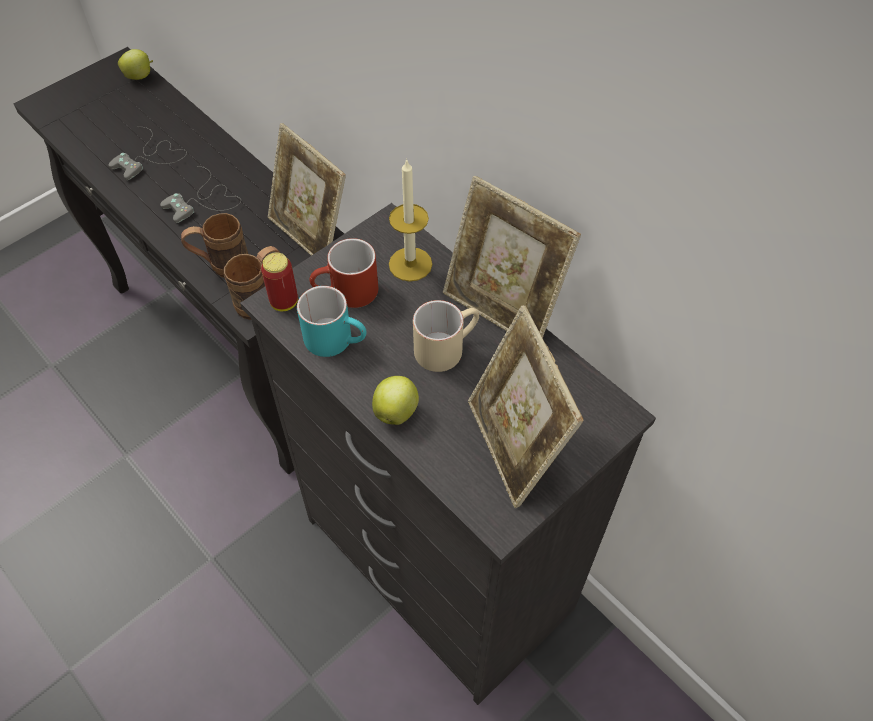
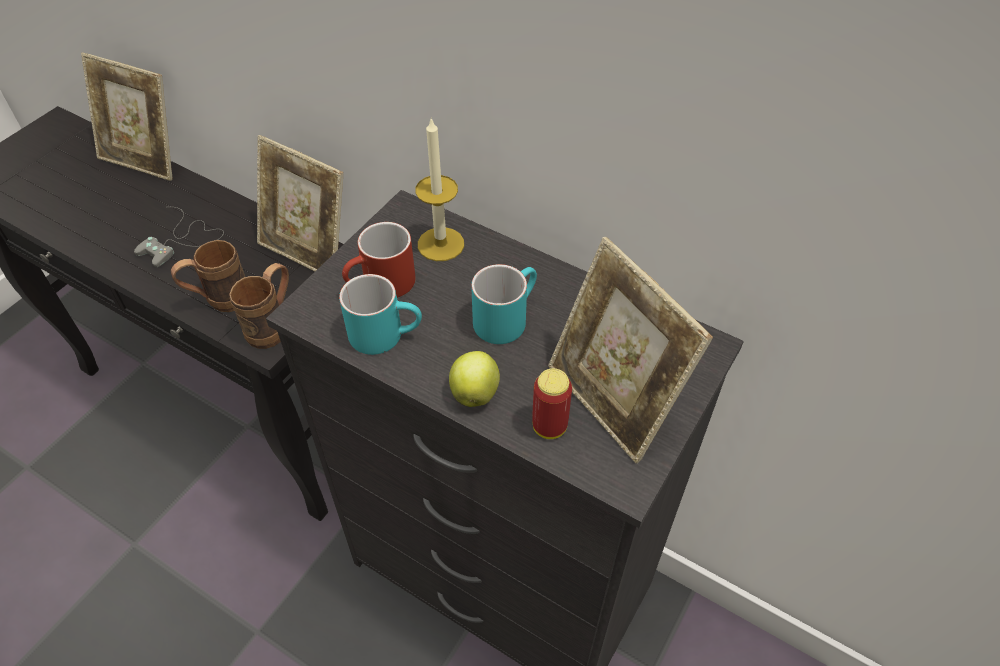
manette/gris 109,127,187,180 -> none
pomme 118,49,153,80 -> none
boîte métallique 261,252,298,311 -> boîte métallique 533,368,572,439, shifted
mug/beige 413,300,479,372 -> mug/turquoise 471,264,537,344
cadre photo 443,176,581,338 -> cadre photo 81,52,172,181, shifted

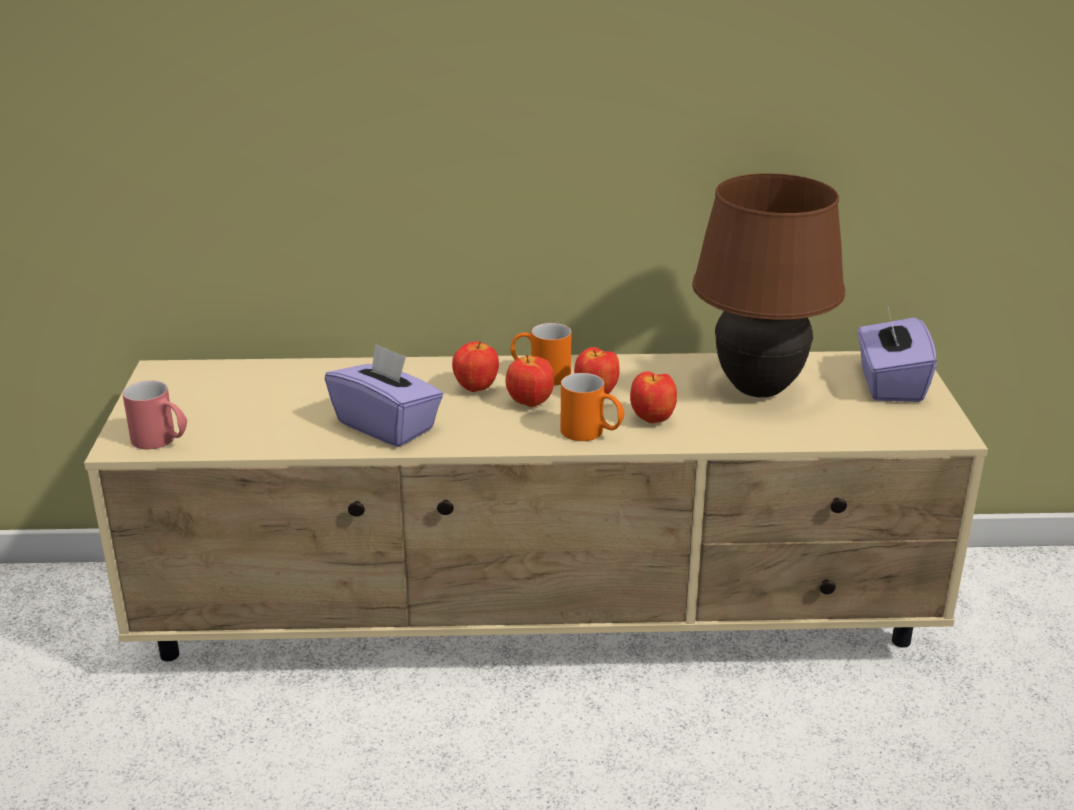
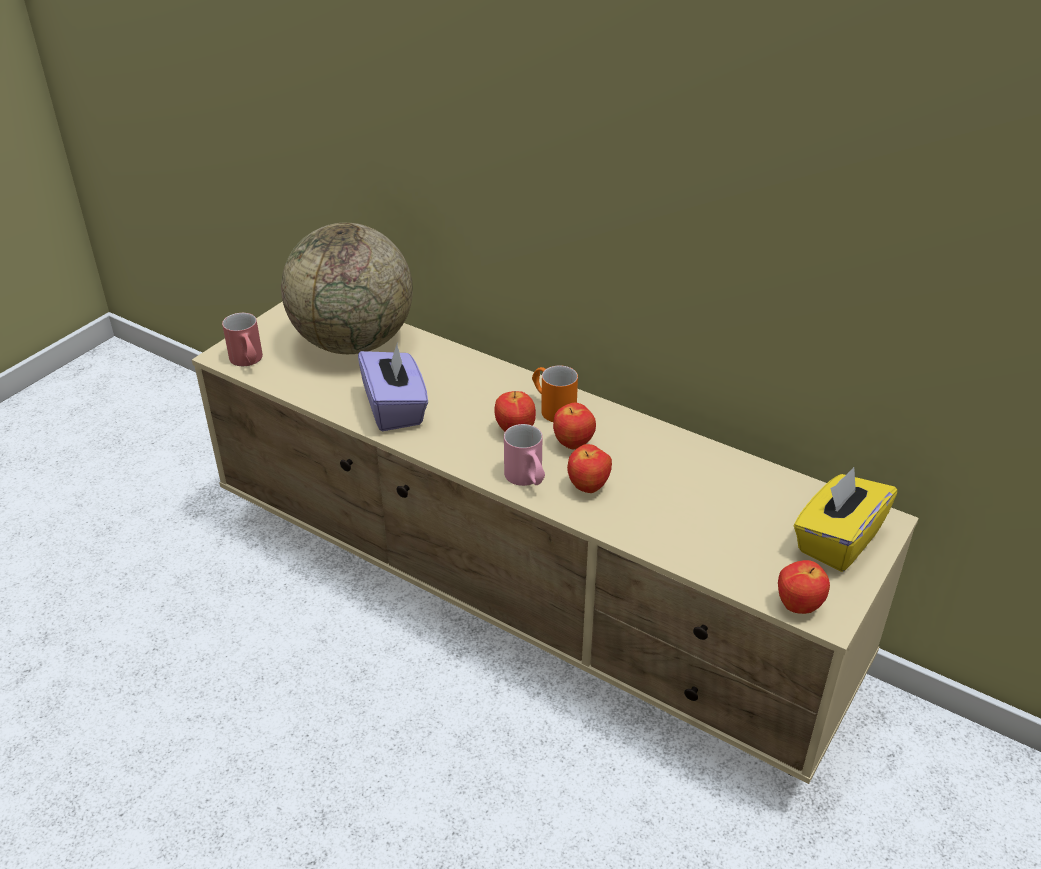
pomme 452,341,499,392 -> pomme 778,560,830,614, shifted
mug/orange 560,373,624,441 -> mug/rose 504,424,545,486
lampe de table/marron 692,173,845,397 -> none
boîte à mouchoirs/violet 858,308,937,402 -> boîte à mouchoirs/jaune 794,467,897,572
none -> globe 281,223,413,354

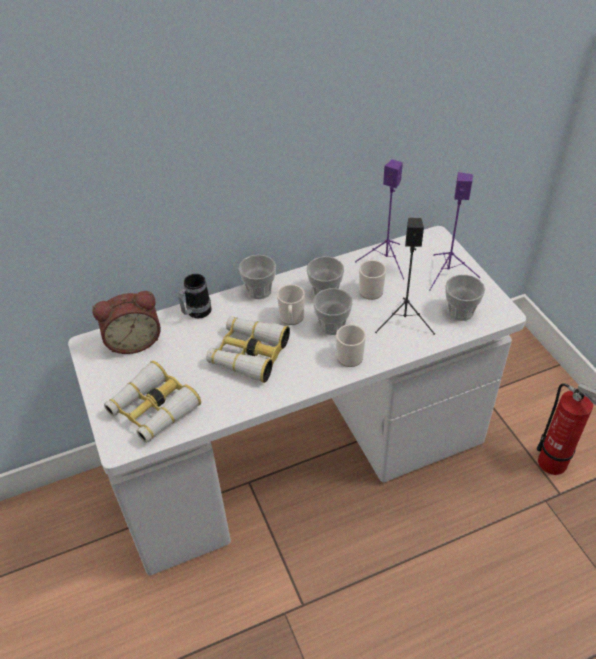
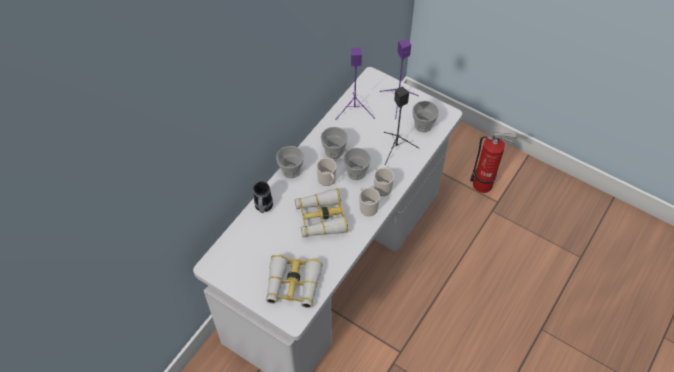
réveil 92,291,161,354 -> none
mug 359,259,386,300 -> mug 359,187,380,216, shifted

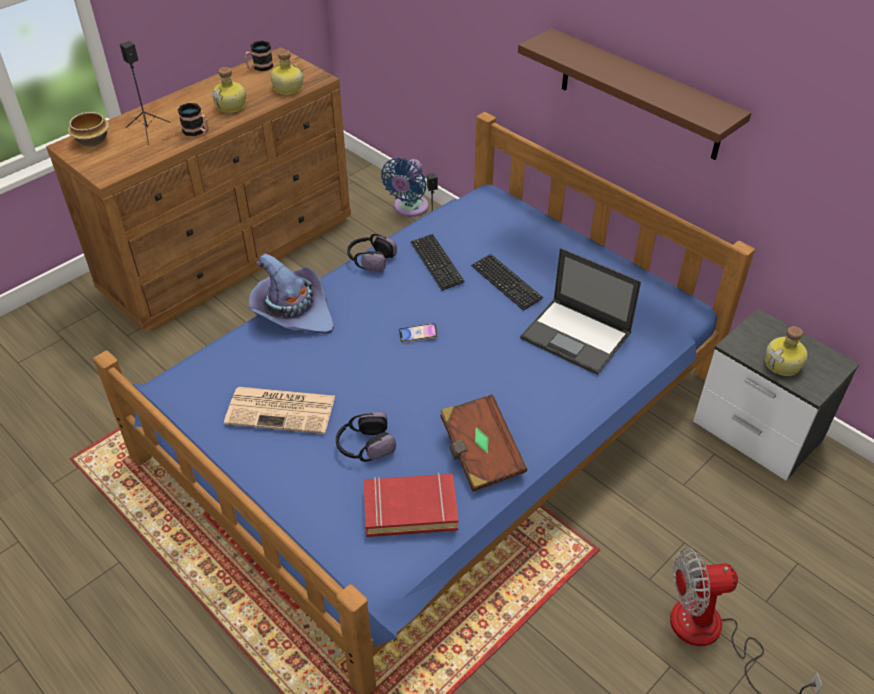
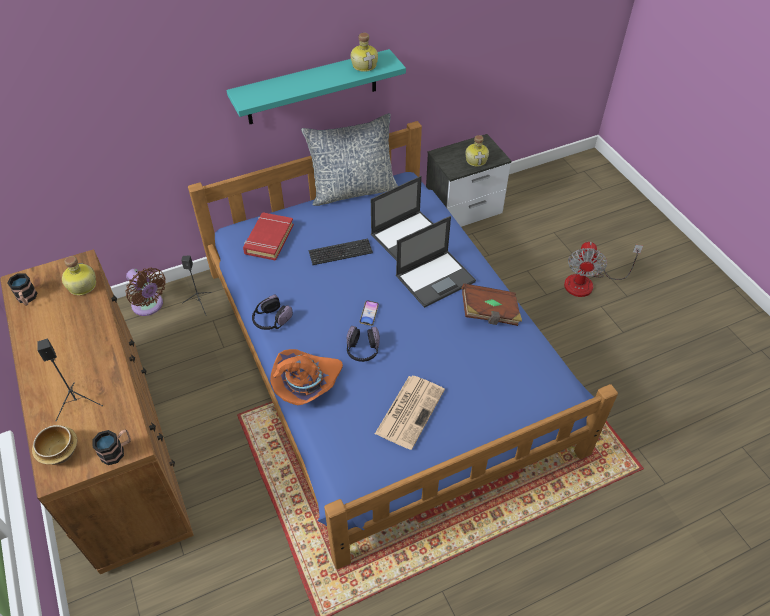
mug 178,103,209,136 -> mug 92,430,131,465, shifted
bouteille 212,67,246,113 -> bouteille 351,33,378,72, shifted
chapeau/violet 249,254,334,334 -> chapeau/orange 270,349,343,405
casque audio 336,412,396,462 -> casque audio 347,326,380,362, shifted
livre/rouge 364,473,459,537 -> livre/rouge 243,213,294,261, shifted
ventilateur/bleu 381,158,429,217 -> ventilateur/marron 126,268,166,316
clavier 411,234,465,291 -> none
étagère/marron 518,28,751,160 -> étagère/turquoise 226,49,406,124
none -> coussin 301,113,398,206
none -> ordinateur portable 396,216,476,308

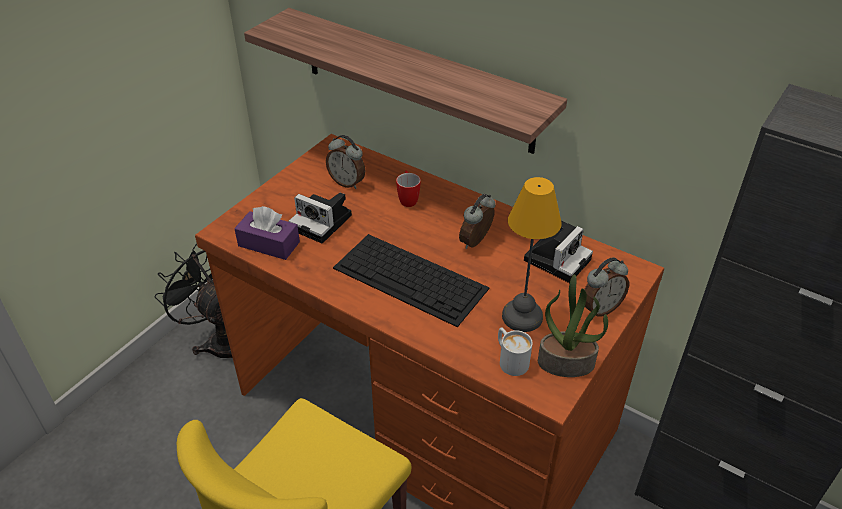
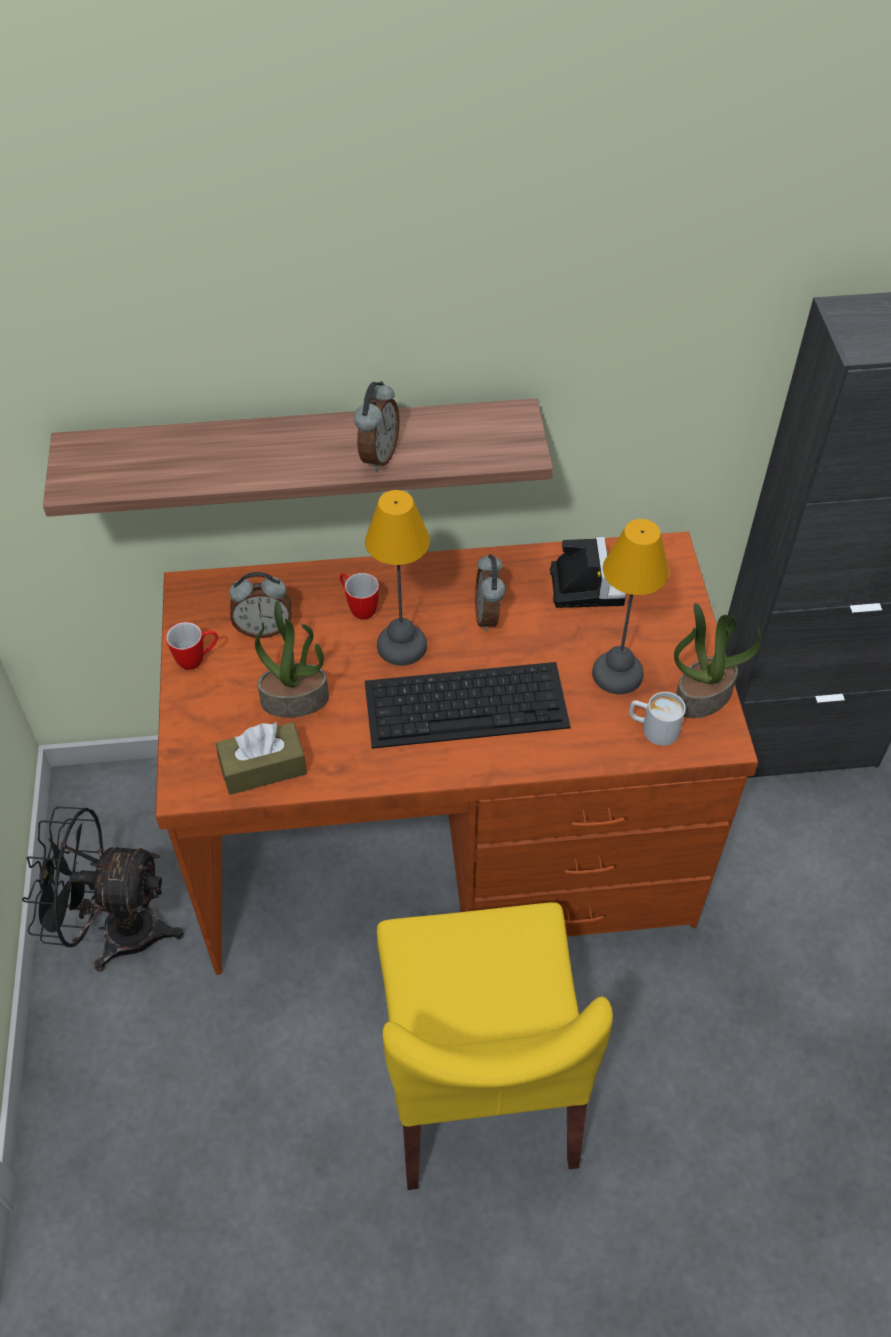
boîte à mouchoirs/violet 234,206,300,260 -> boîte à mouchoirs/marron 216,722,307,795
appareil photo 288,192,352,243 -> plante en pot 255,600,329,718
réveil 584,257,629,316 -> réveil 354,381,400,471, shifted
none -> mug 166,622,218,670
none -> lampe de table 365,490,430,666

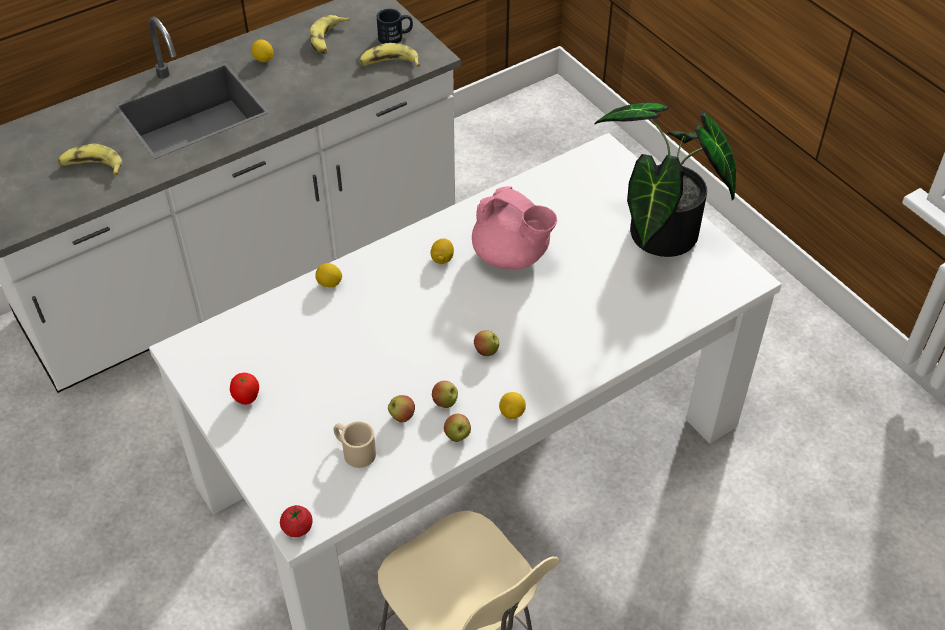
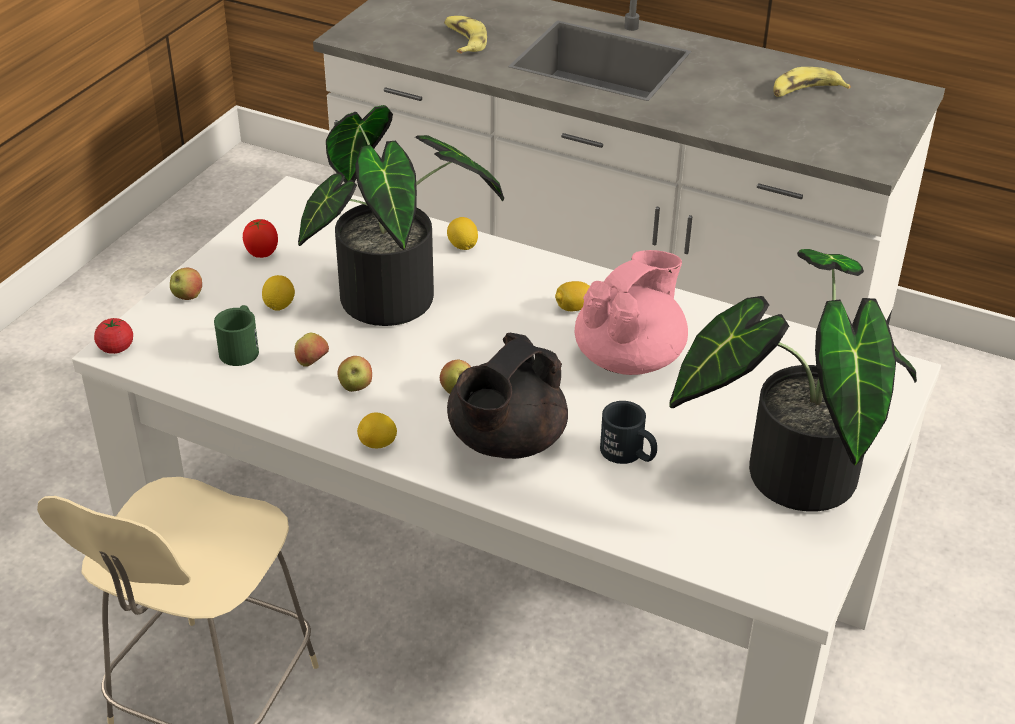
citron 251,40,273,62 -> citron 262,275,295,311, shifted
mug/beige 334,421,376,468 -> mug/vert 214,305,259,366
banane 359,43,420,67 -> none
mug/noir 377,9,413,44 -> mug/noir 600,401,657,464, shifted
pomme 444,414,471,442 -> pomme 170,268,202,300, shifted
théière/rose 472,186,557,269 -> théière/rose 574,250,688,375, 150 degrees counterclockwise
none -> plante en pot 298,105,504,326
none -> théière/noir 447,333,568,459

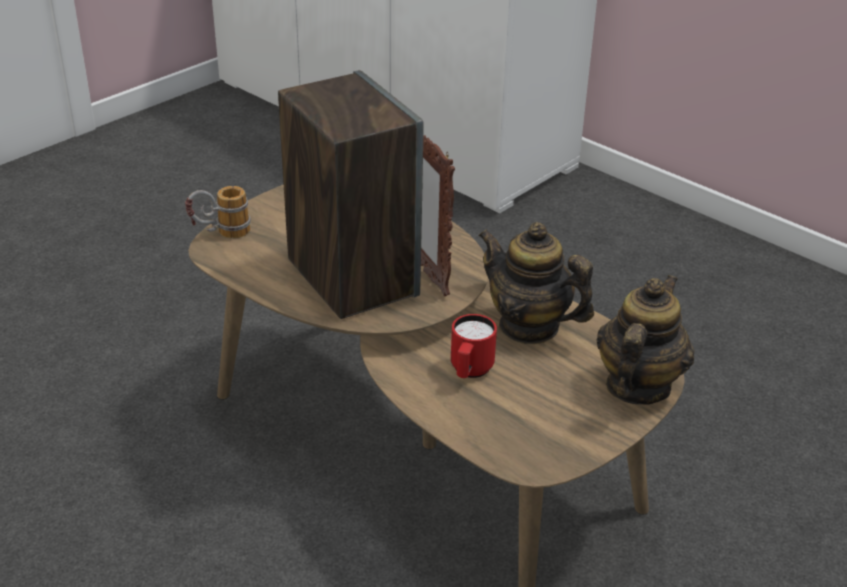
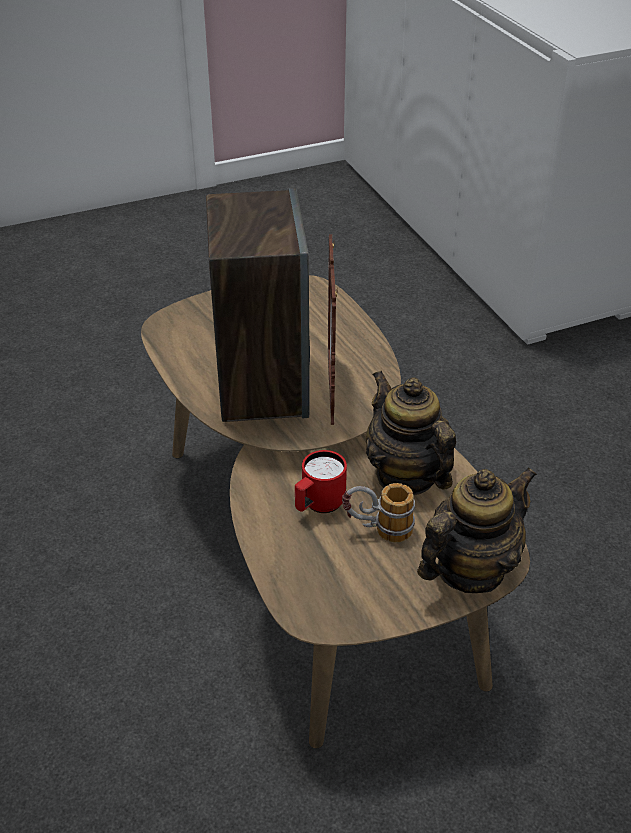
mug 185,186,251,239 -> mug 342,483,415,542, shifted

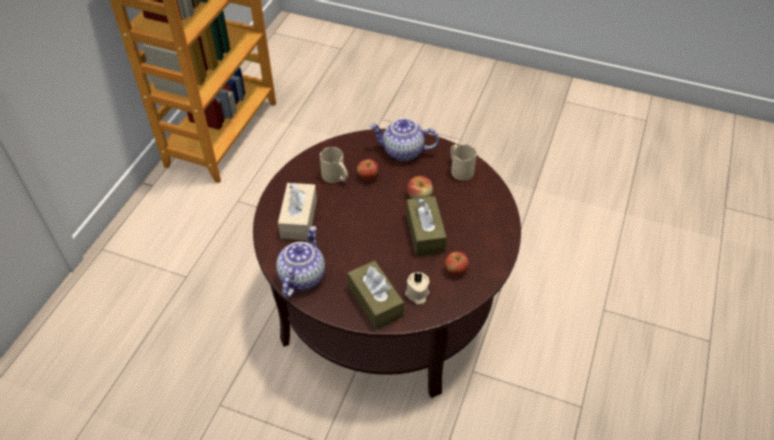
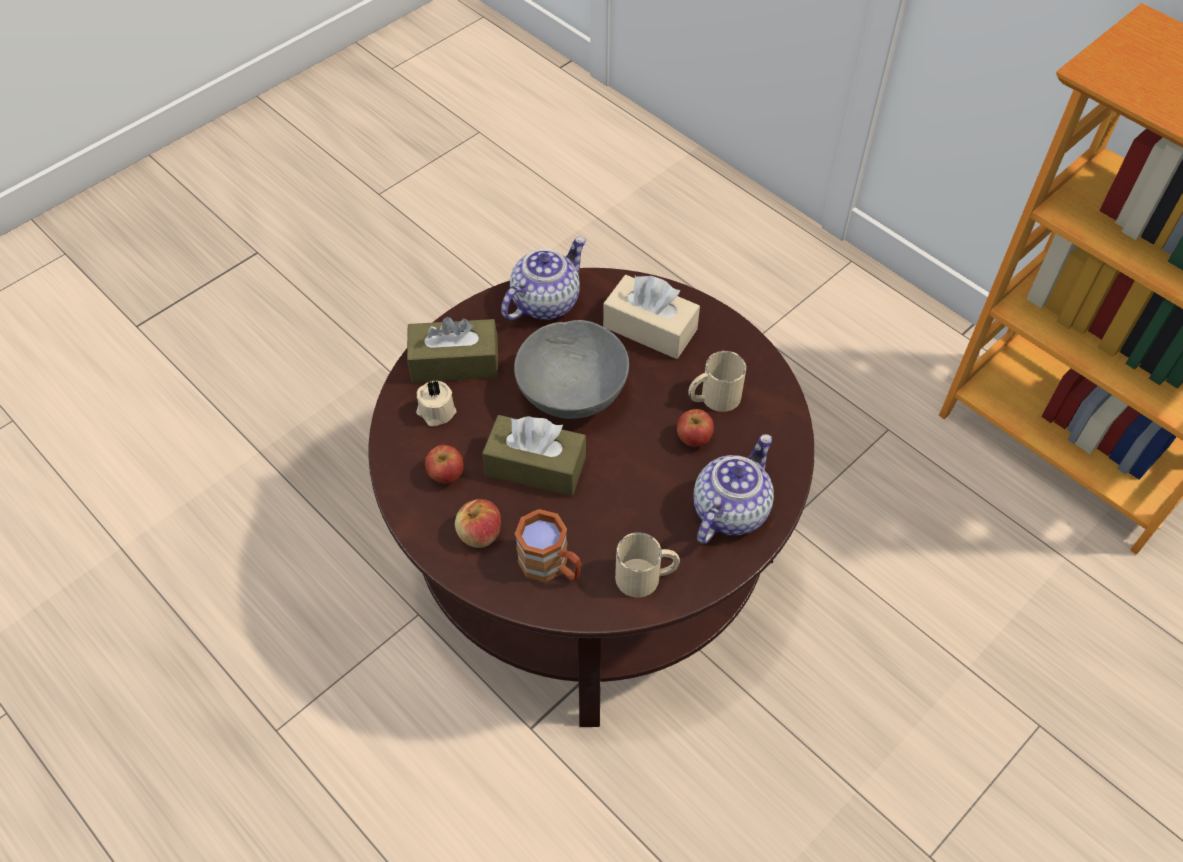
théière 276,226,325,298 -> théière 501,237,586,320, 90 degrees counterclockwise
pomme 407,176,433,199 -> pomme 455,499,501,548, shifted
none -> bol/gris 514,320,629,419
none -> mug/marron 515,509,581,582

